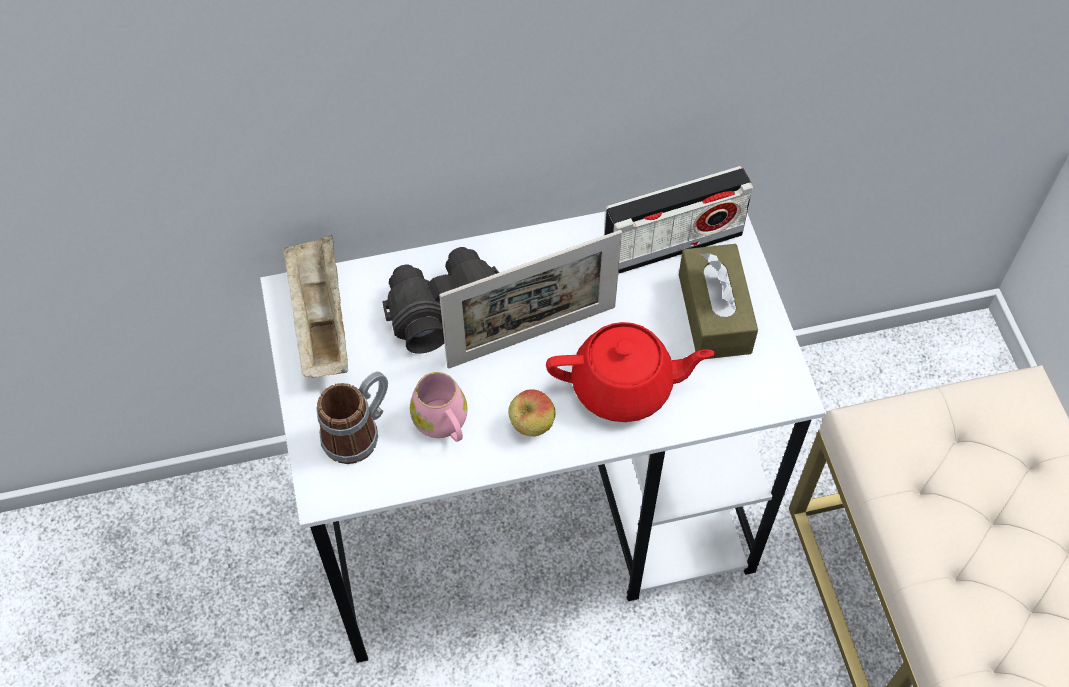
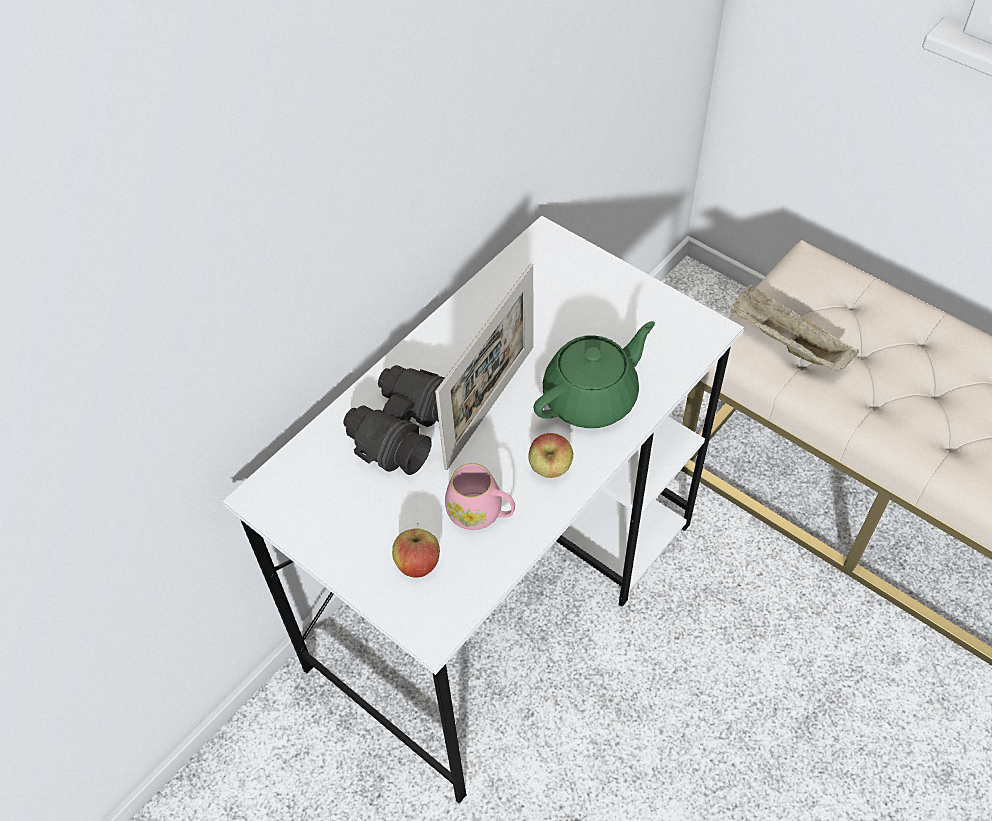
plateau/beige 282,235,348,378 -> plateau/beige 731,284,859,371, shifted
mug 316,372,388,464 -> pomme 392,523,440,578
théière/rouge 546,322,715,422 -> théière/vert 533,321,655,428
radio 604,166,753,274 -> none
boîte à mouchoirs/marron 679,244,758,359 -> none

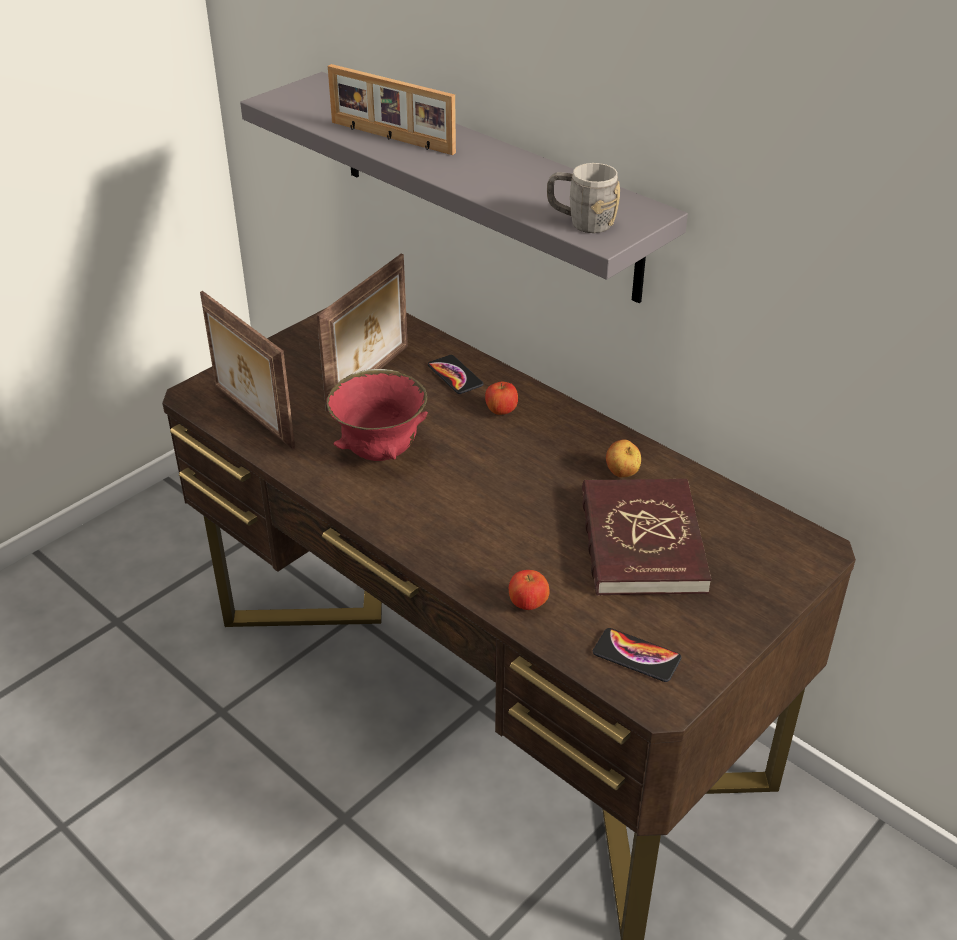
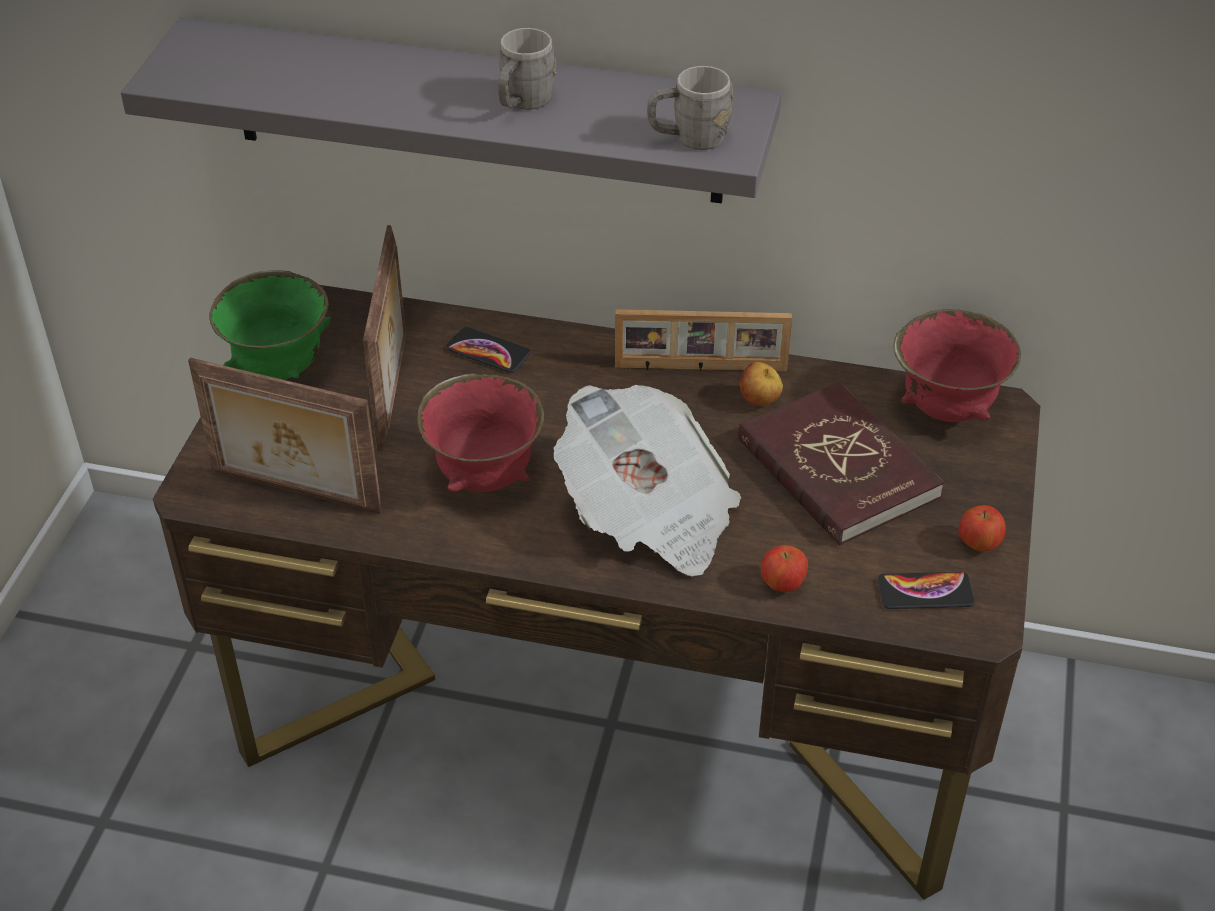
cadre photo 328,64,456,155 -> cadre photo 615,309,792,372, shifted
pomme 485,382,518,415 -> pomme 958,505,1006,552, shifted
none -> bol/vert 209,270,331,380
none -> mug/gris 498,28,556,110
none -> journal 553,385,741,576
none -> bol/rouge 894,309,1021,422

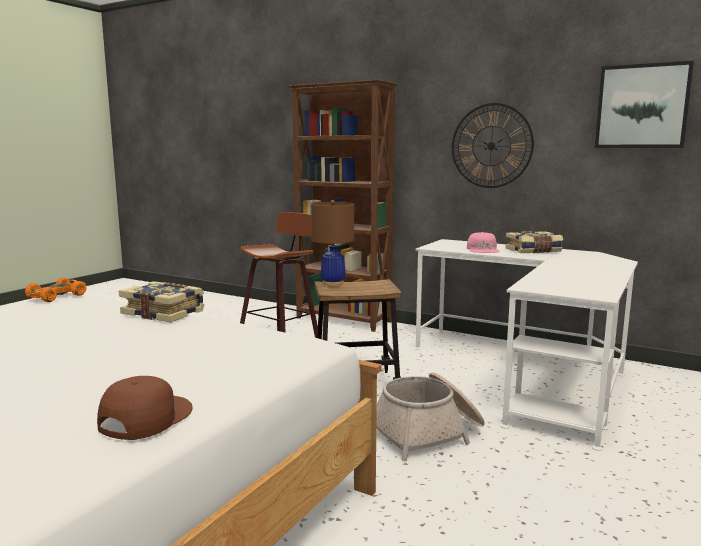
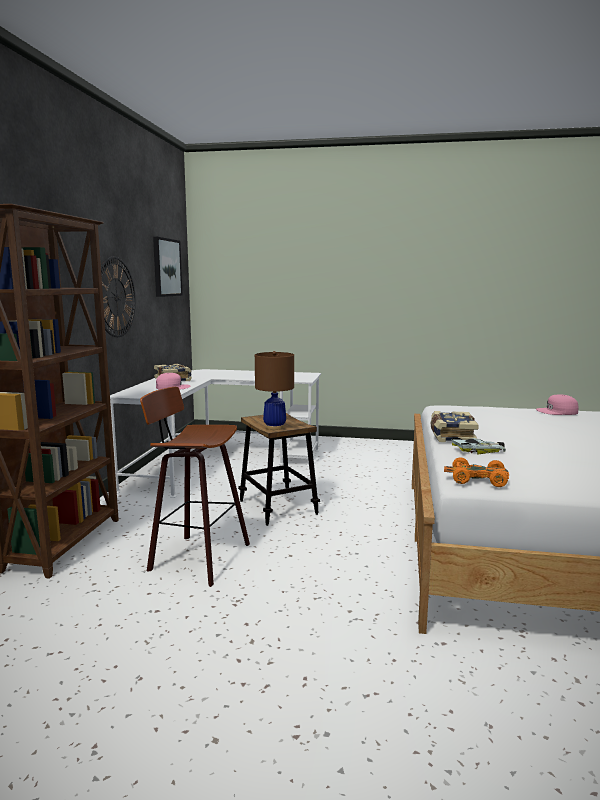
casquette/marron 97,376,193,440 -> casquette/rose 536,394,579,415
panier 376,372,485,461 -> none
none -> petite voiture 451,438,506,454

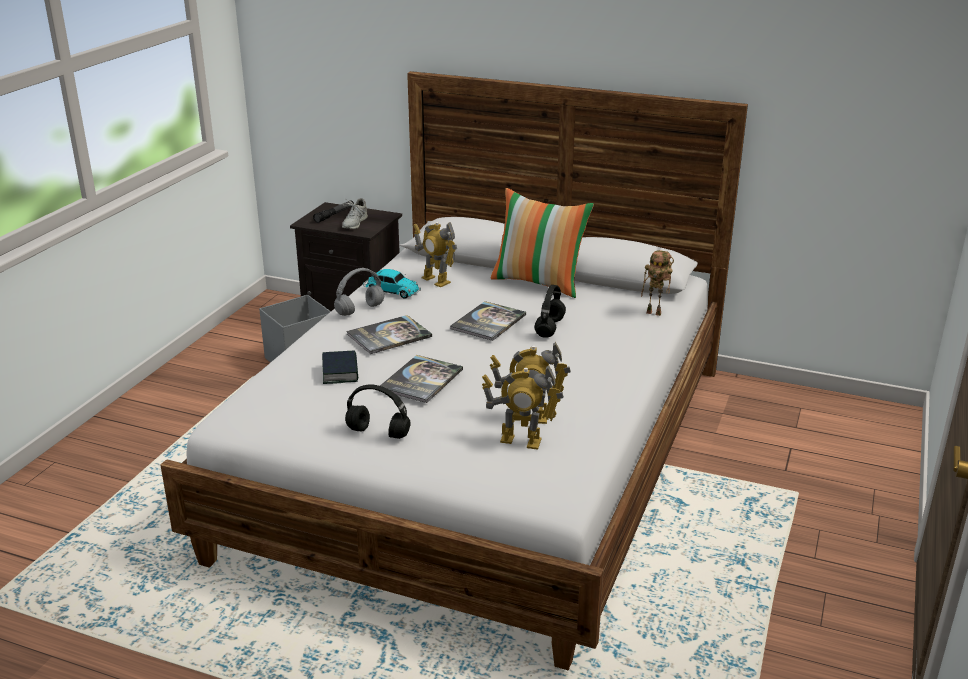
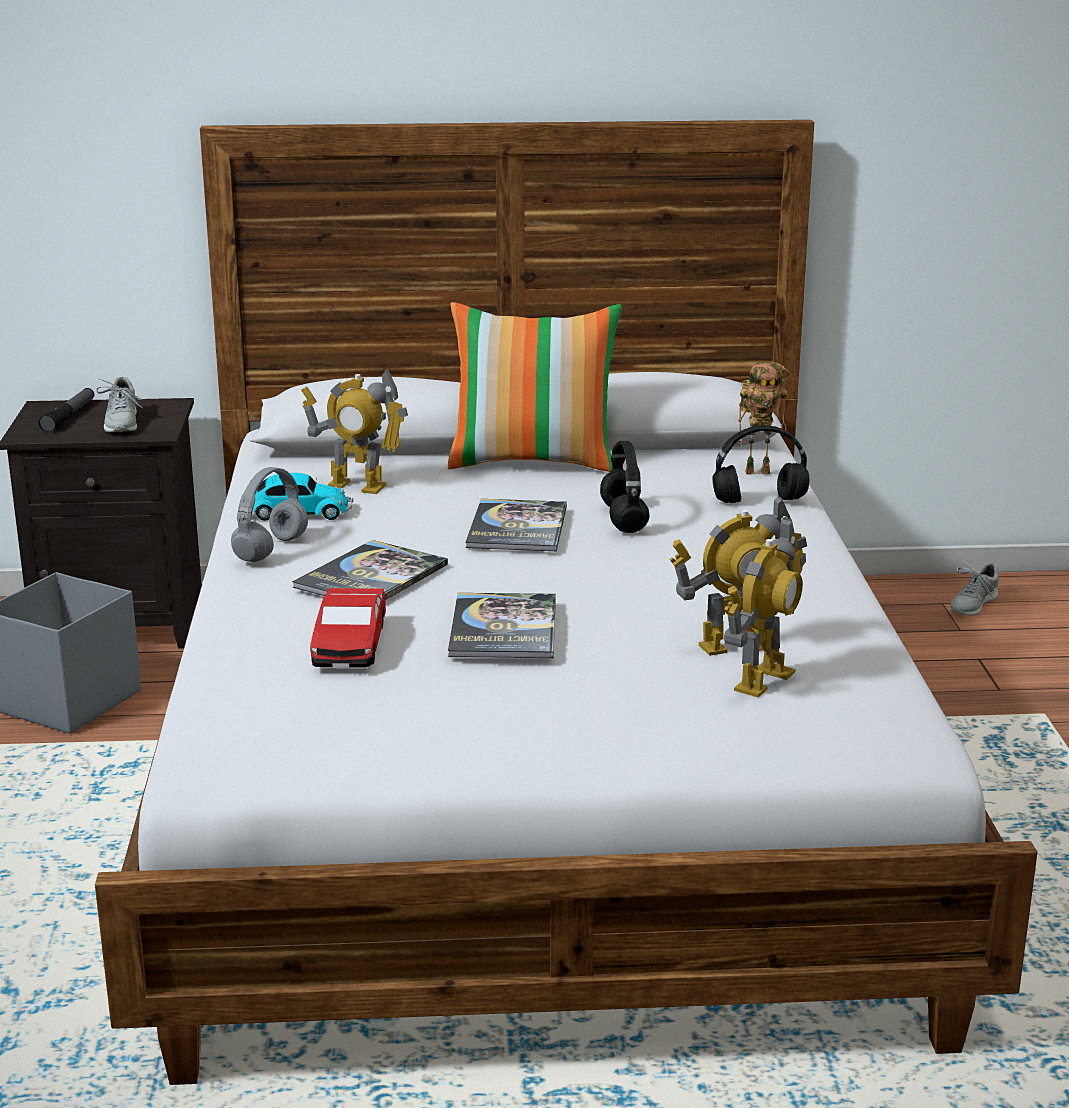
livre 322,350,358,384 -> petite voiture 310,588,386,668
casque audio/noir 345,384,411,439 -> casque audio/noir 712,425,809,503, shifted
robot jouet 482,365,564,450 -> robot jouet 724,517,806,697, 45 degrees counterclockwise
none -> chaussure/gris 950,560,999,616

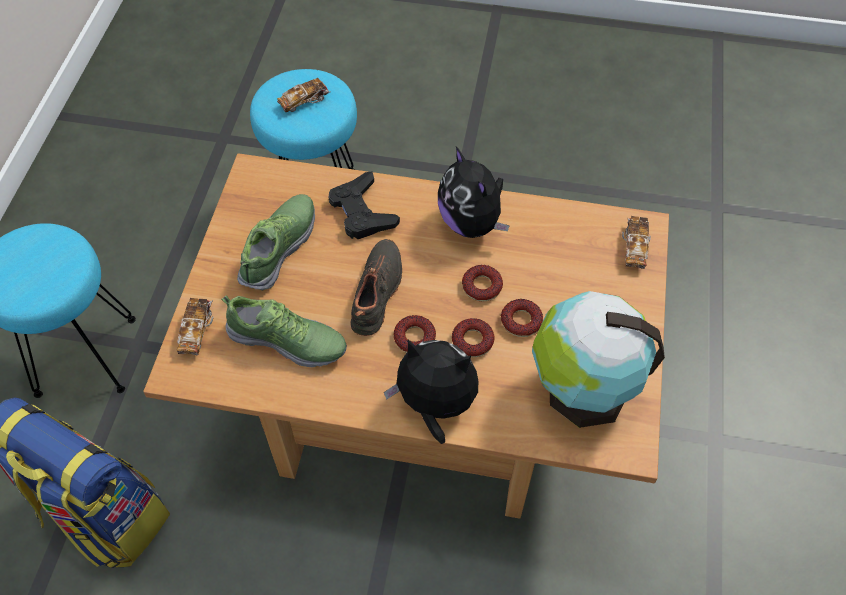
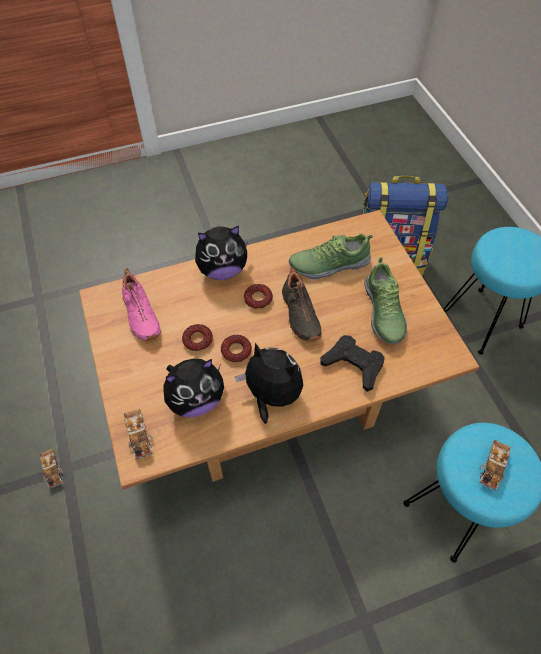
petite voiture 177,298,214,356 -> petite voiture 40,448,63,489, shifted
beignet 452,318,495,357 -> none
globe 532,291,665,428 -> chaussure/rose 122,268,160,341
none -> peluche 164,359,224,417

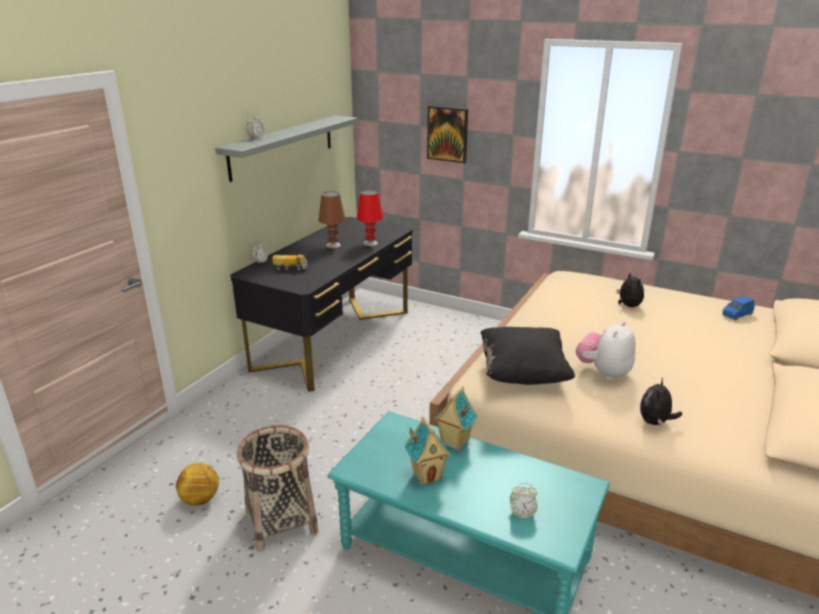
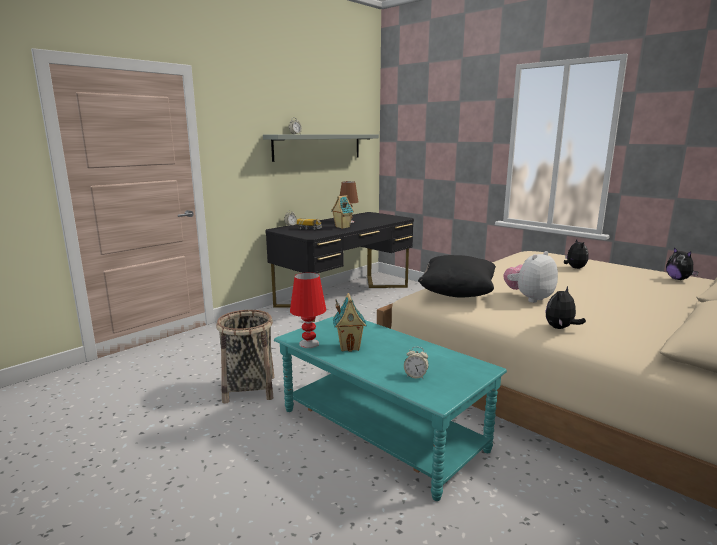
ballon de foot 176,463,219,506 -> none
lampe de table/rouge 357,190,383,246 -> lampe de table/rouge 290,272,326,348, shifted
tableau 427,106,468,163 -> none
maison miniature 434,386,478,451 -> maison miniature 331,195,354,229, shifted
petite voiture/bleu 722,296,754,320 -> peluche 666,247,698,280

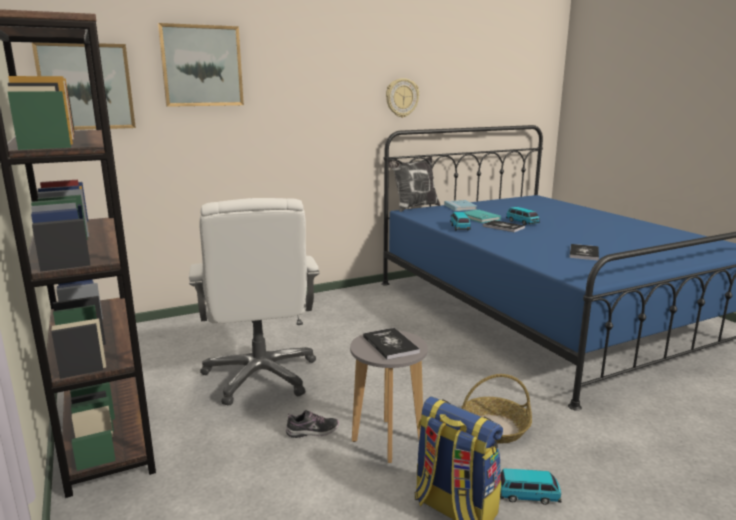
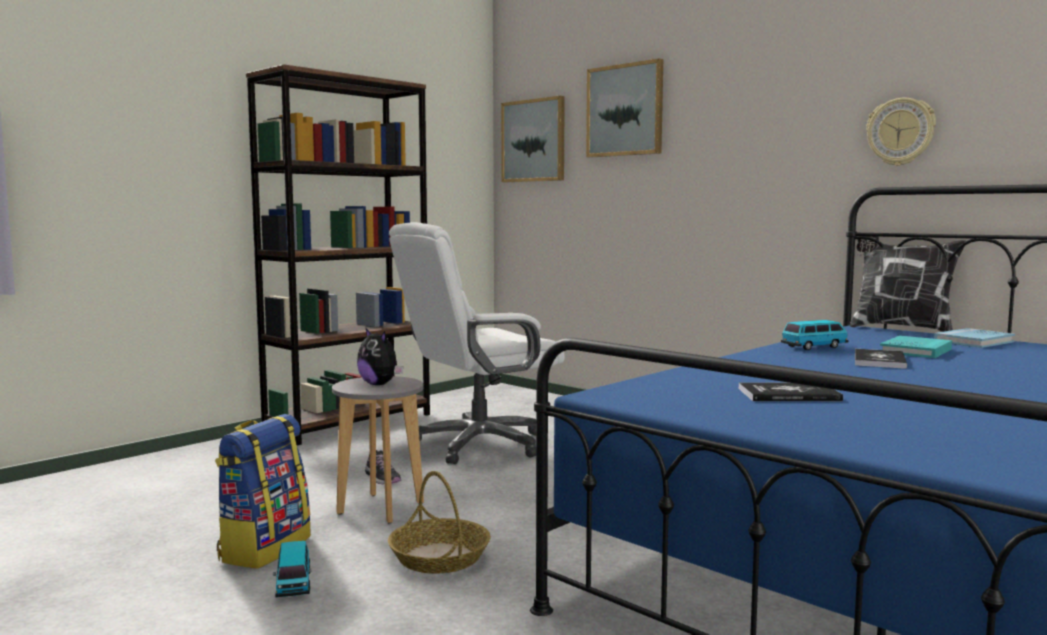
livre 363,328,420,360 -> peluche 357,327,403,385
petite voiture 506,207,540,225 -> none

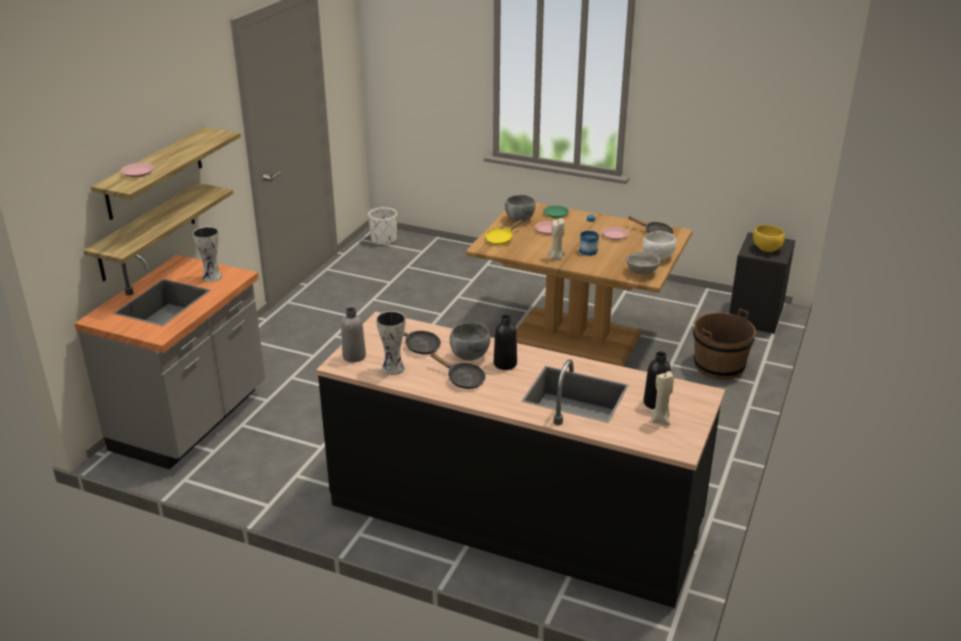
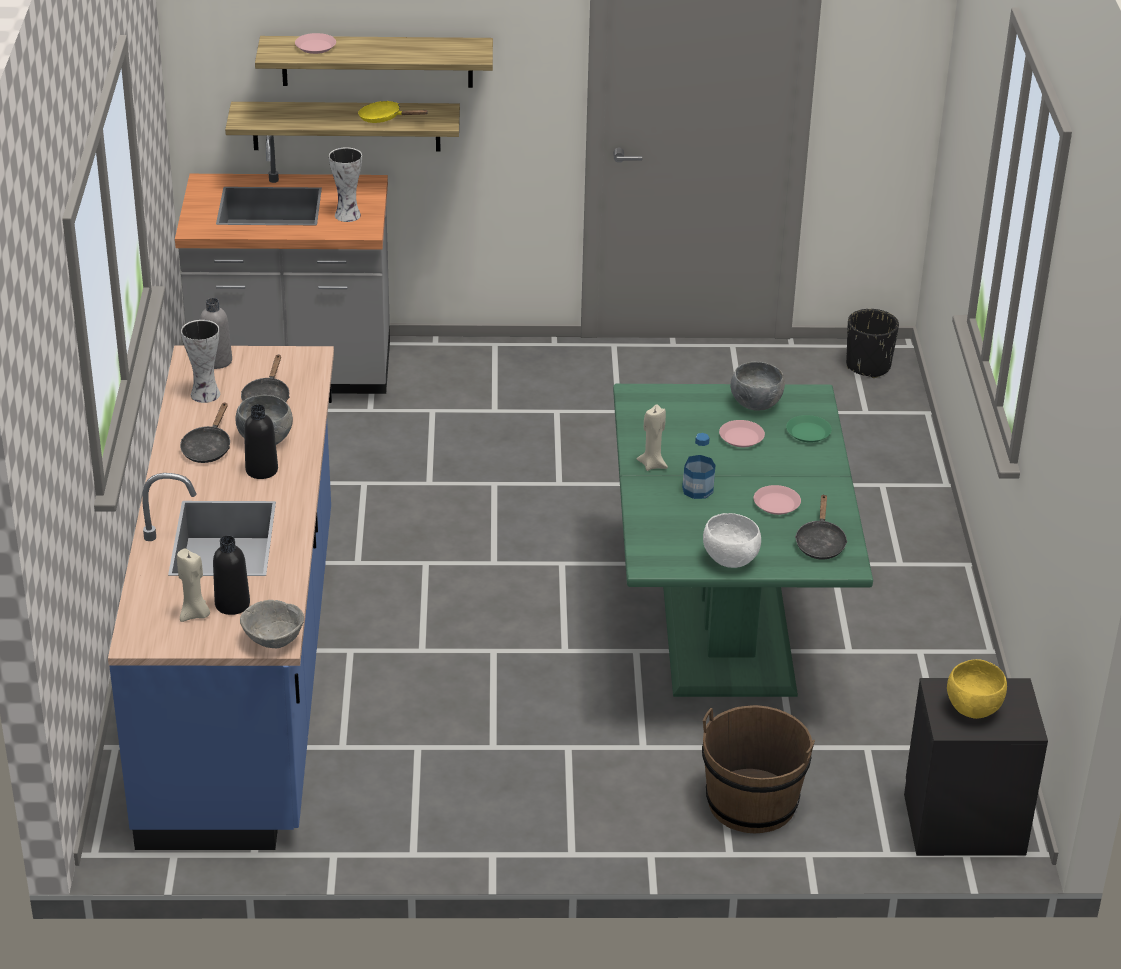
comptoir de cuisine/noir 316,312,725,608 -> comptoir de cuisine/bleu 108,345,334,850
cache-pot/blanc 368,207,397,246 -> cache-pot/noir 846,309,899,378
table à manger/marron 466,203,693,366 -> table à manger/vert 613,384,873,697
poêle/jaune 485,219,523,245 -> poêle/jaune 358,101,429,123, shifted
bol/gris 626,252,660,275 -> bol/gris 240,600,304,648, shifted

